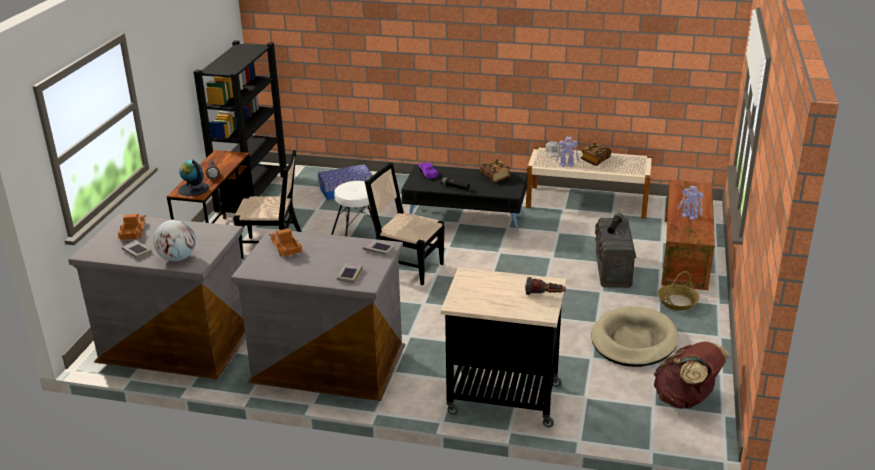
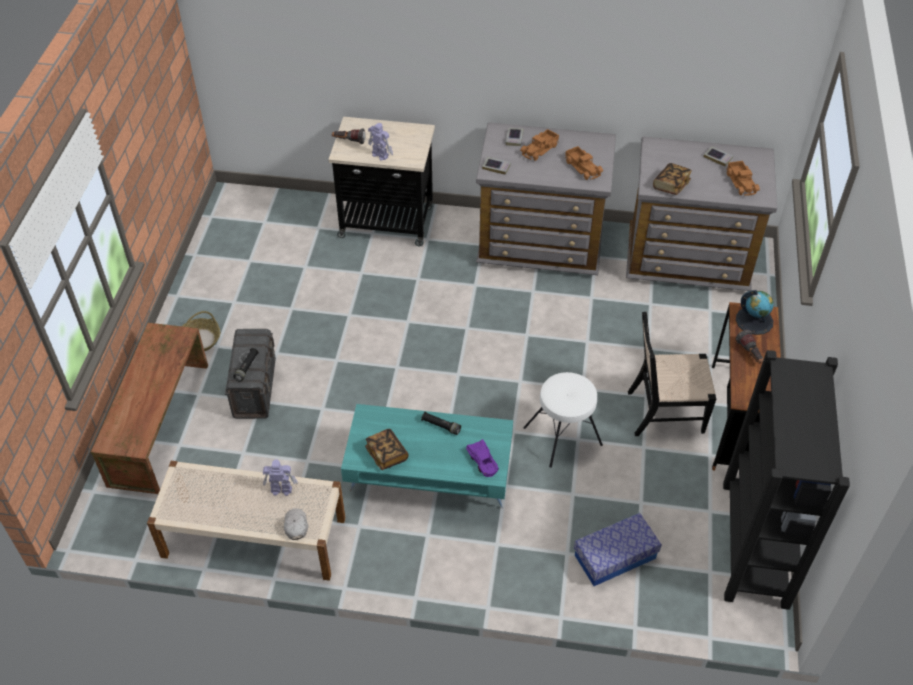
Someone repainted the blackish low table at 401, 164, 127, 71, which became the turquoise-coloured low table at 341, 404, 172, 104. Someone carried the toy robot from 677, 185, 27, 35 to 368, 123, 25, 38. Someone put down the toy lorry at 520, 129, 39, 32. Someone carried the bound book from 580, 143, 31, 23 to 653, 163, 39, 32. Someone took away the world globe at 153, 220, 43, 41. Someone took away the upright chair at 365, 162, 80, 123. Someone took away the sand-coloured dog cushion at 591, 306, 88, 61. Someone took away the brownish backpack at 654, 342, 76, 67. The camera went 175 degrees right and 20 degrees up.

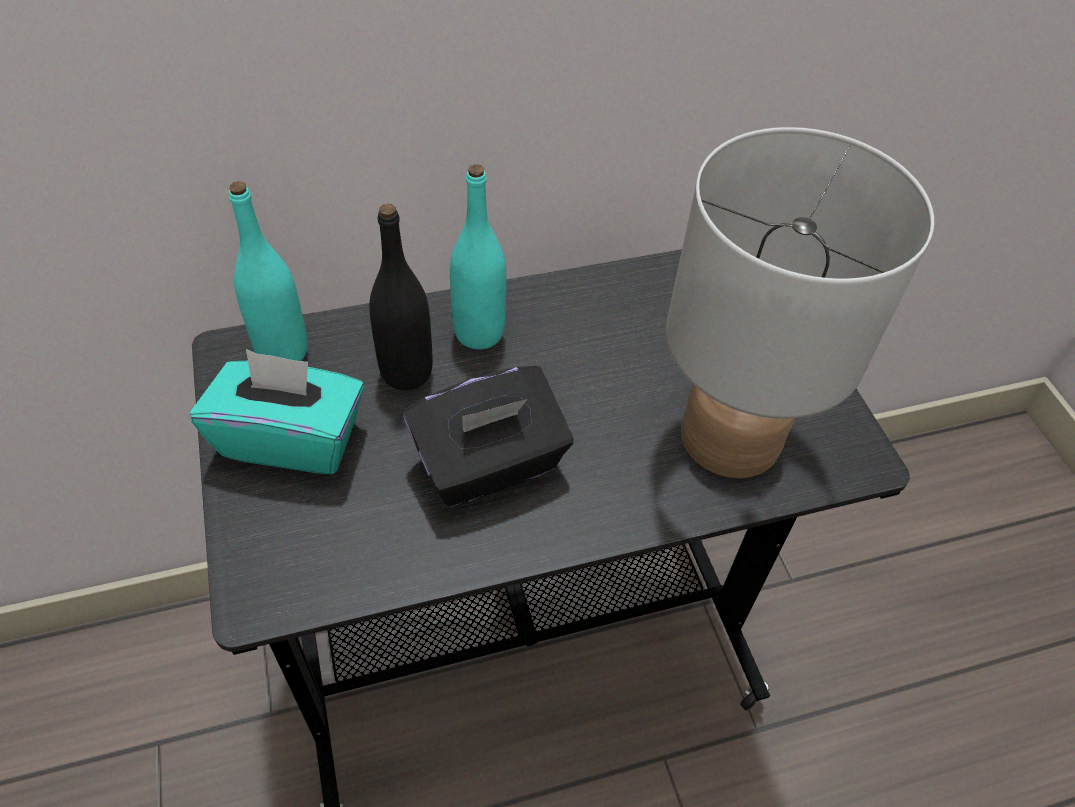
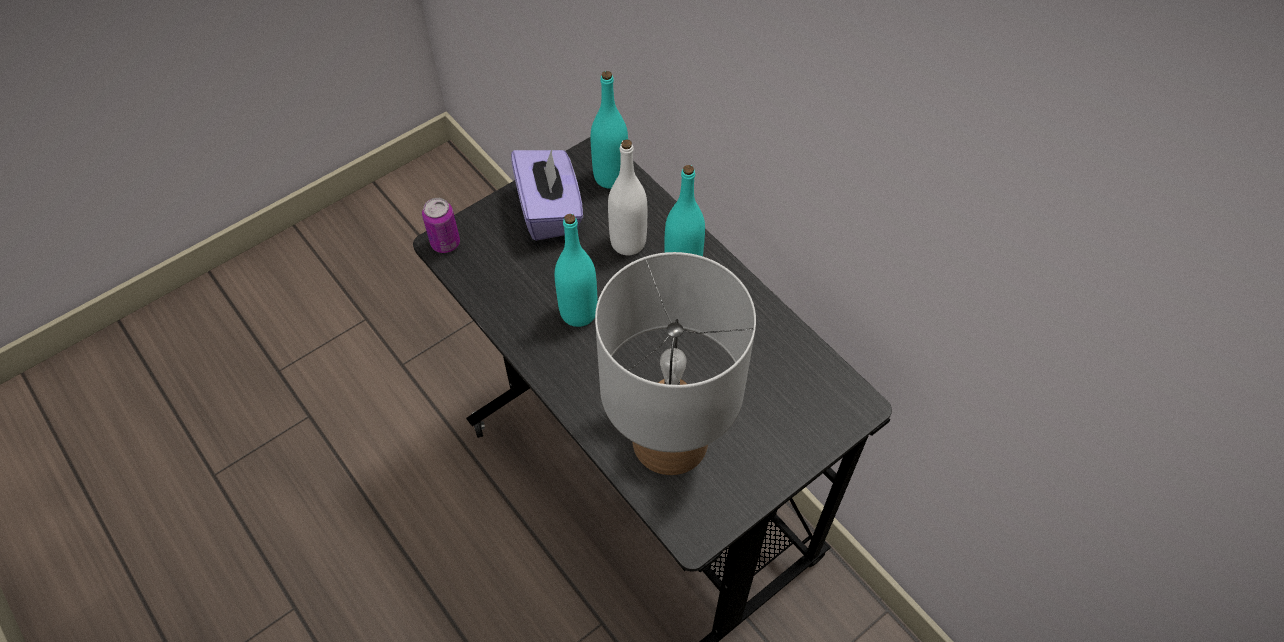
Someone put down the metal can at 422, 198, 38, 55. Someone repainted the turquoise-coloured tissue holder at 190, 349, 174, 125, which became the purple tissue holder at 511, 149, 72, 92. Someone swapped the blackish tissue holder at 403, 366, 170, 141 for the turquoise-coloured beverage bottle at 555, 214, 43, 113. Someone repainted the blackish beverage bottle at 369, 204, 63, 186, which became the whitish beverage bottle at 608, 139, 39, 116. The camera went 70 degrees right and 5 degrees up.

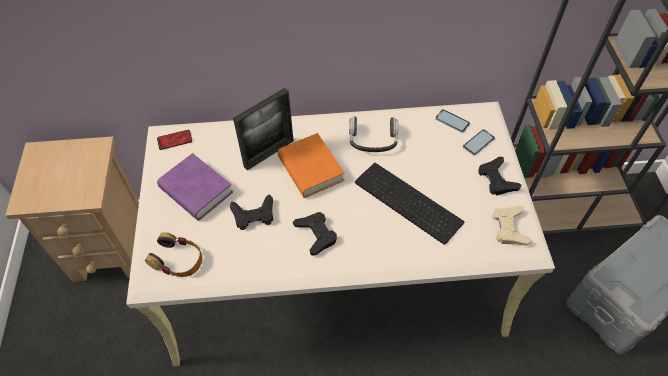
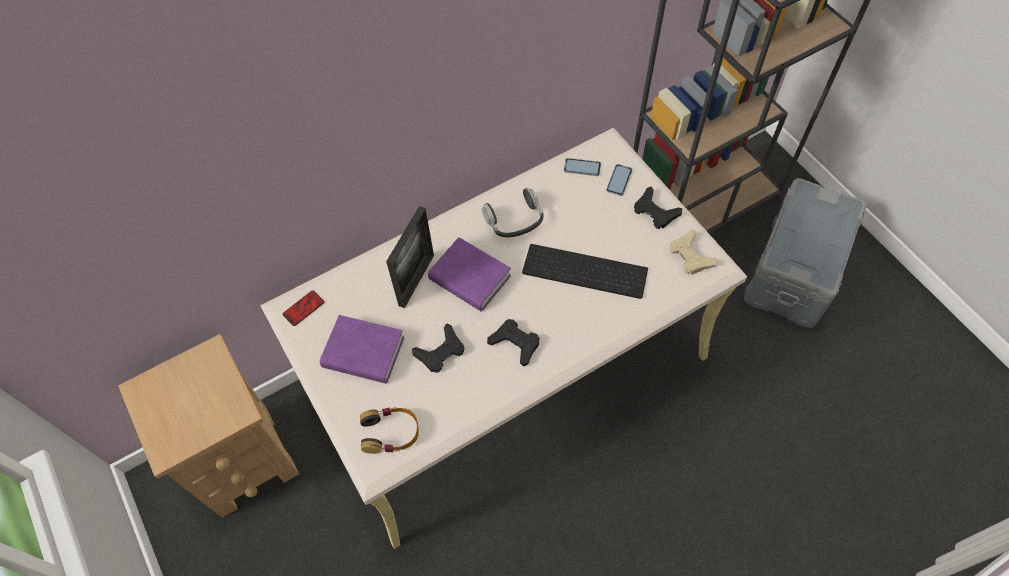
Someone repainted the orange bound book at 278, 133, 67, 65, which became the purple bound book at 428, 237, 83, 74. The camera went 25 degrees left and 5 degrees up.

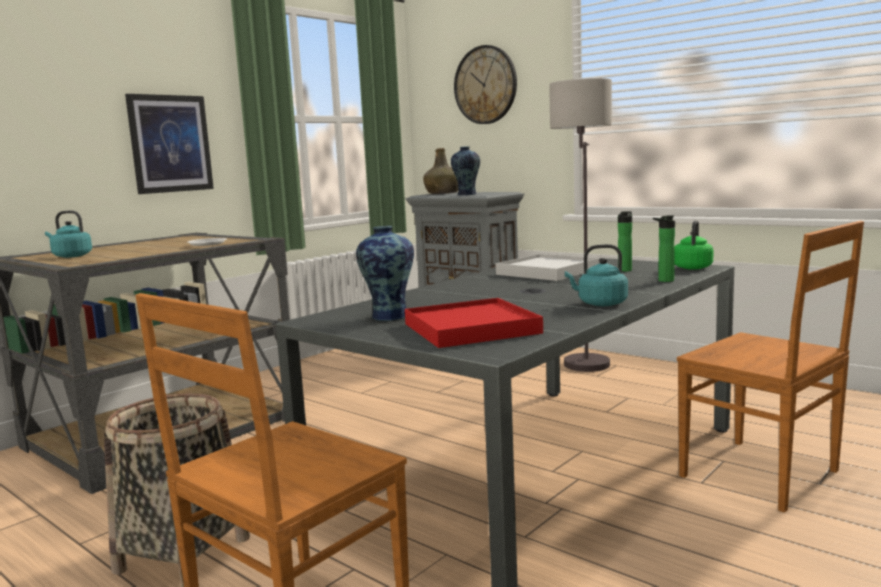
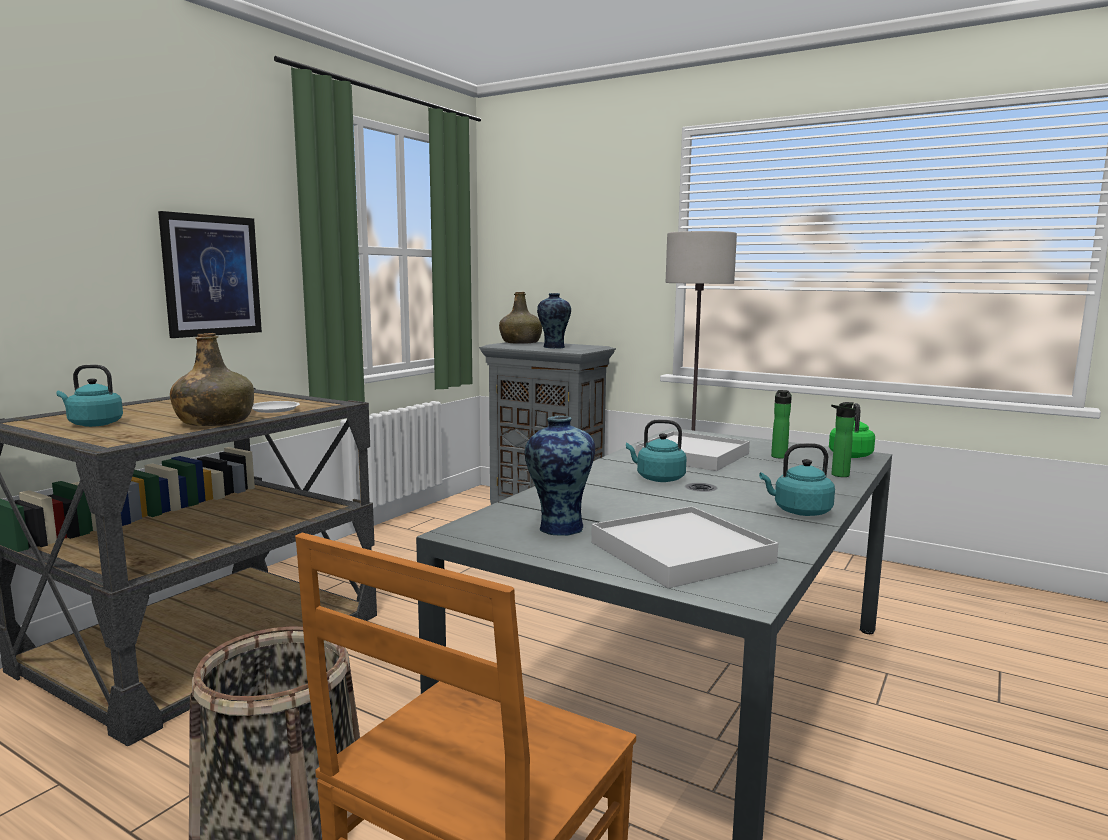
Someone put down the green-coloured beverage bottle at 170, 333, 84, 93. Someone repainted the red-coloured serving tray at 405, 298, 138, 50, which became the whitish serving tray at 591, 506, 187, 83. Someone put down the turquoise-coloured tea kettle at 626, 420, 60, 62. Someone took away the hanging clock at 454, 45, 63, 79. Someone took away the brownish upright chair at 677, 221, 187, 292. The camera went 10 degrees left and 0 degrees up.

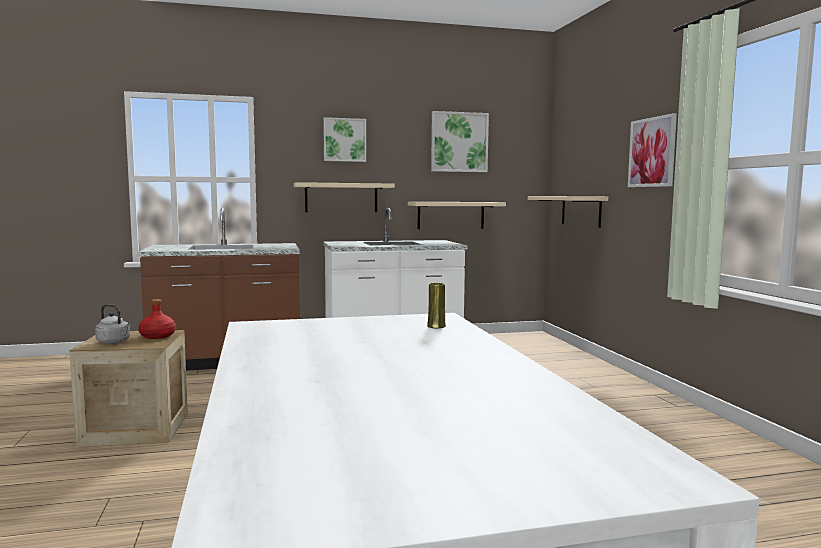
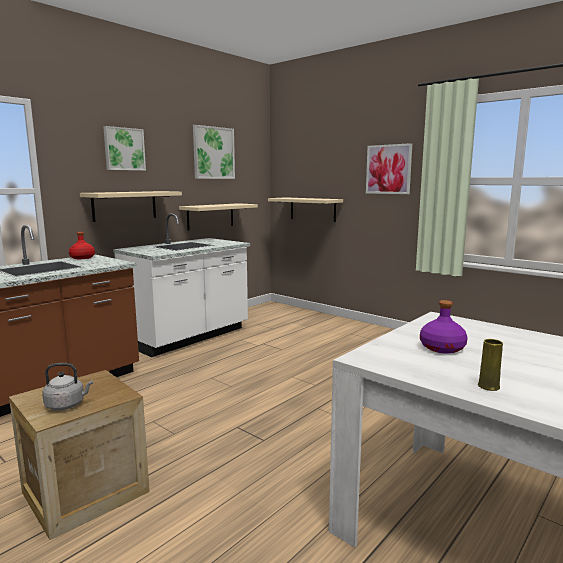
Someone carried the red-coloured beverage bottle from 138, 299, 38, 40 to 69, 232, 26, 27. Someone put down the purple beverage bottle at 420, 300, 48, 54. Someone carried the yellow-coloured decorative vase from 427, 283, 19, 45 to 478, 339, 25, 52. The camera went 35 degrees left and 5 degrees up.

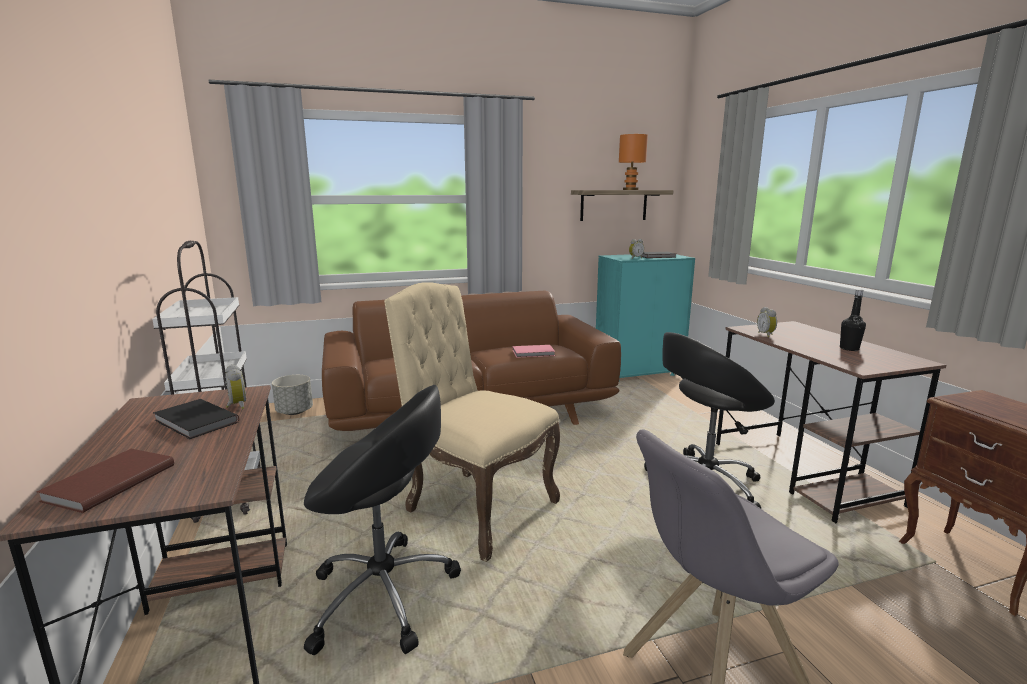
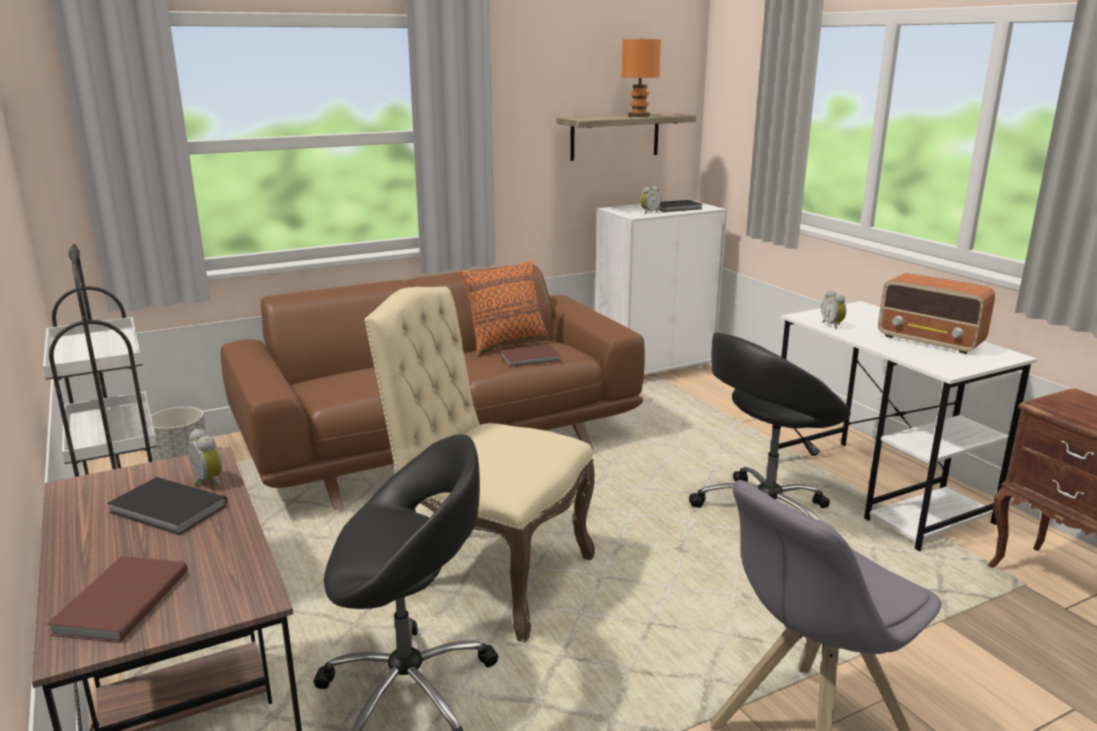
Someone put down the orange throw pillow at 460, 260, 89, 97. Someone repainted the pink bound book at 513, 345, 42, 13, which became the brownish bound book at 500, 345, 61, 22. Someone repainted the turquoise-coloured cabinet at 596, 254, 99, 127, which became the whitish cabinet at 595, 199, 132, 176. Someone repainted the brownish desk unit at 716, 321, 230, 202, which became the whitish desk unit at 778, 301, 259, 250. Someone swapped the blackish beverage bottle at 840, 289, 26, 62 for the radio receiver at 878, 273, 117, 81. The camera went 10 degrees left and 5 degrees up.

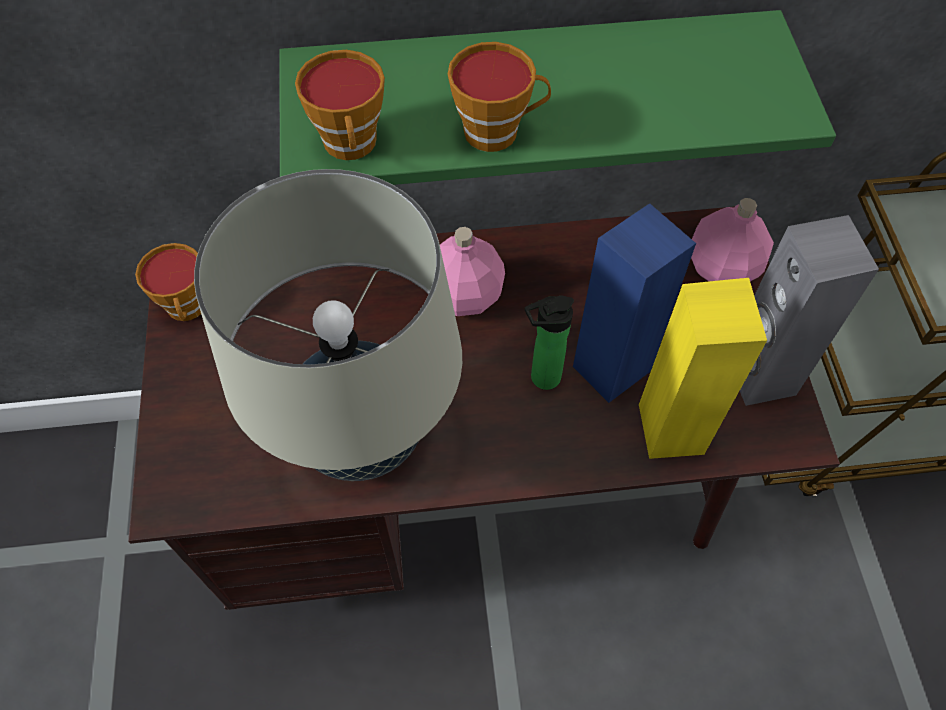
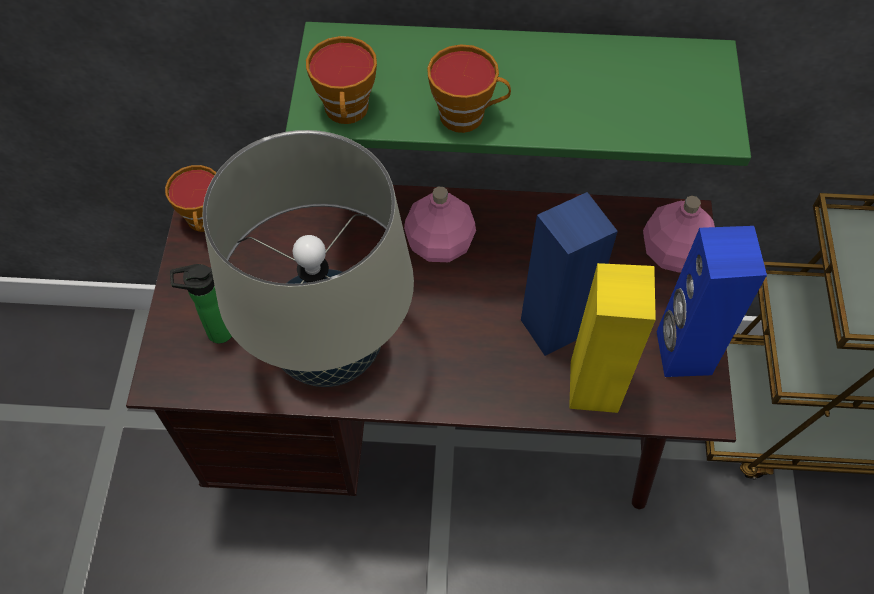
Someone carried the beverage bottle from 525, 296, 49, 94 to 170, 264, 62, 79. Someone repainted the gray speaker at 740, 215, 139, 191, which became the blue speaker at 656, 226, 111, 151. The camera went 10 degrees right and 0 degrees up.

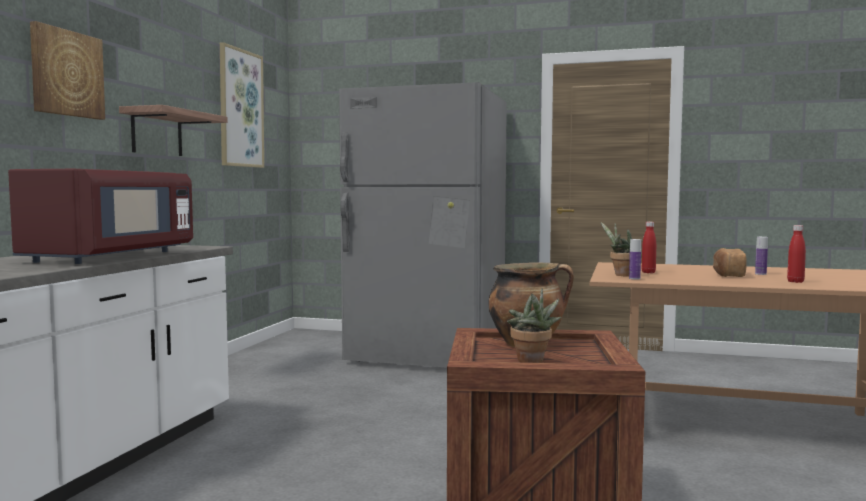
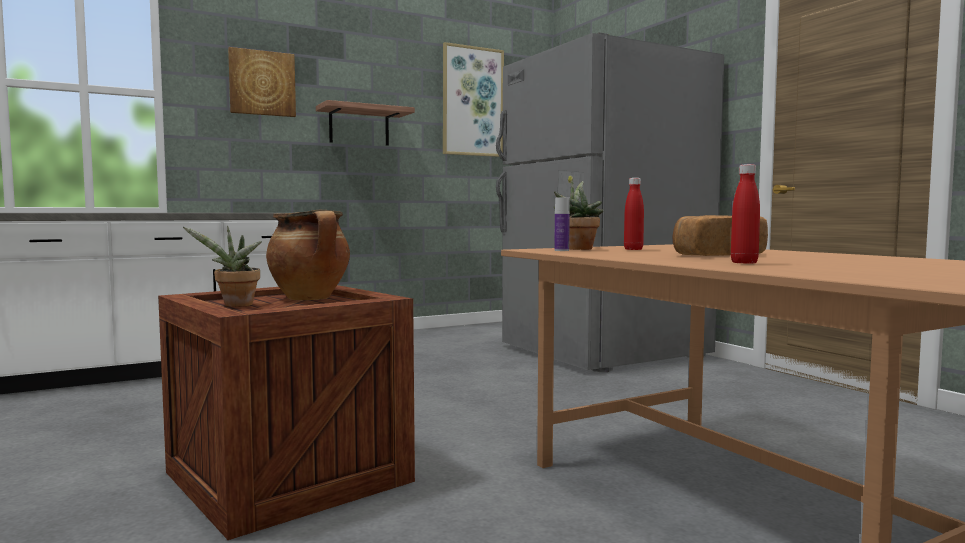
Someone took away the red-coloured kitchen microwave at 8, 169, 185, 95. Someone took away the beverage bottle at 755, 237, 13, 38. The camera went 45 degrees right and 0 degrees up.

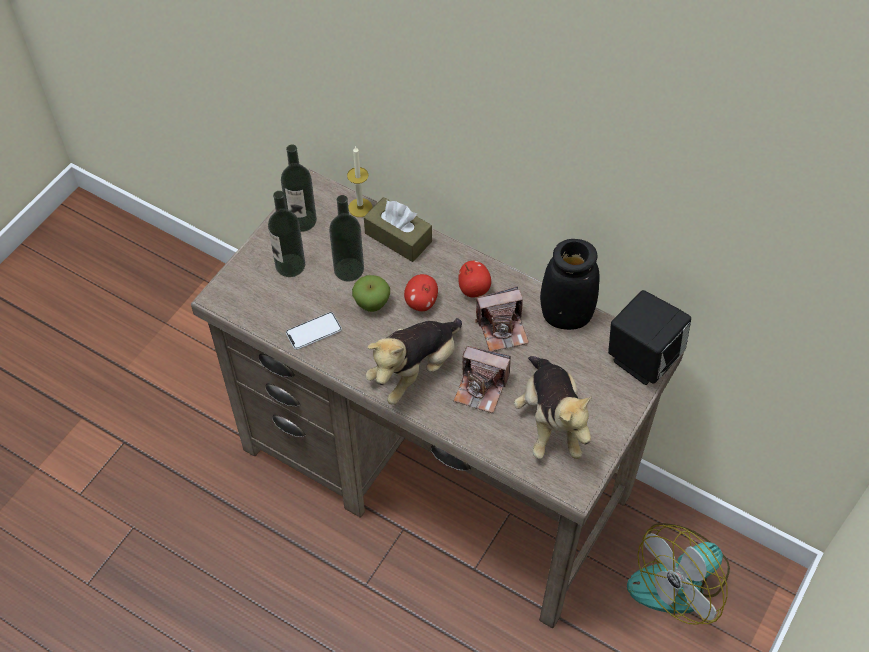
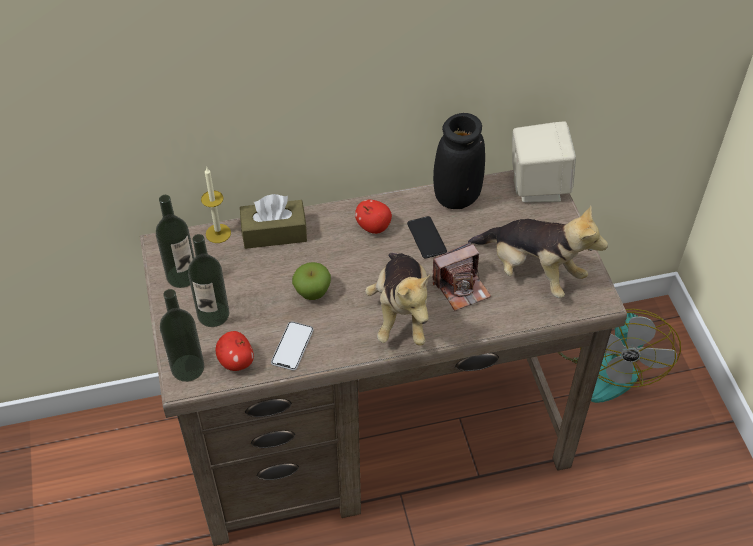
Someone carried the beverage bottle from 329, 195, 35, 87 to 160, 289, 44, 93. Someone carried the apple from 404, 274, 34, 37 to 216, 331, 38, 40. Someone swapped the photo camera at 475, 286, 54, 65 for the handset at 407, 216, 40, 42. Someone repainted the blackish speaker at 608, 290, 83, 95, which became the sand-coloured speaker at 512, 121, 64, 82. The camera went 45 degrees left and 5 degrees down.

